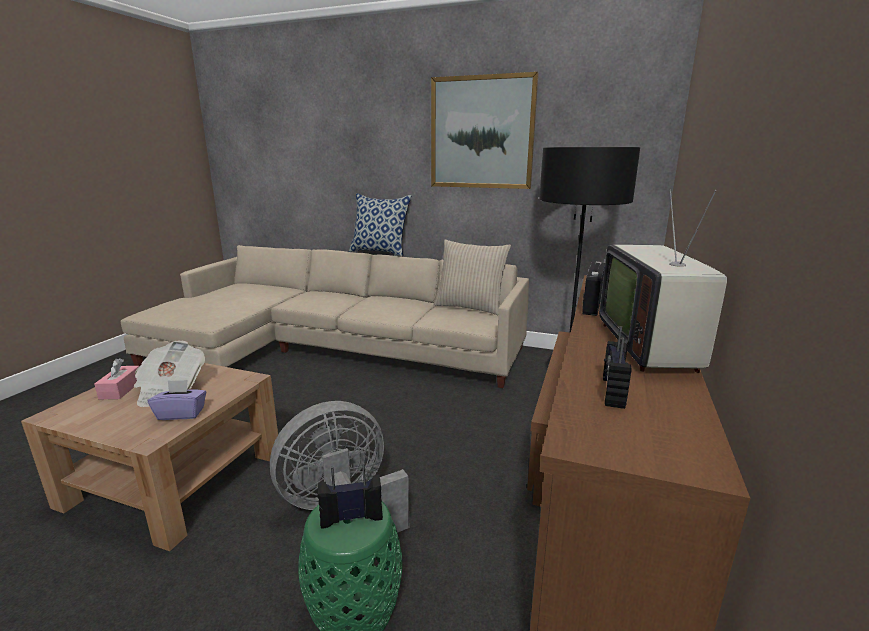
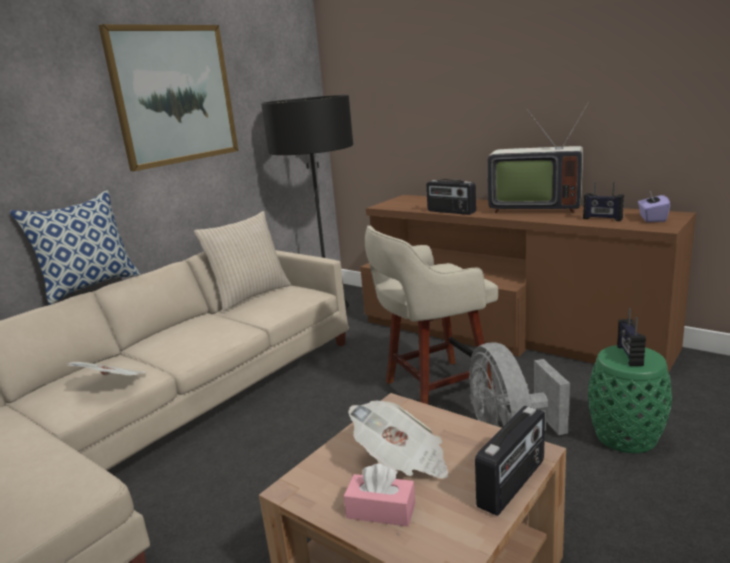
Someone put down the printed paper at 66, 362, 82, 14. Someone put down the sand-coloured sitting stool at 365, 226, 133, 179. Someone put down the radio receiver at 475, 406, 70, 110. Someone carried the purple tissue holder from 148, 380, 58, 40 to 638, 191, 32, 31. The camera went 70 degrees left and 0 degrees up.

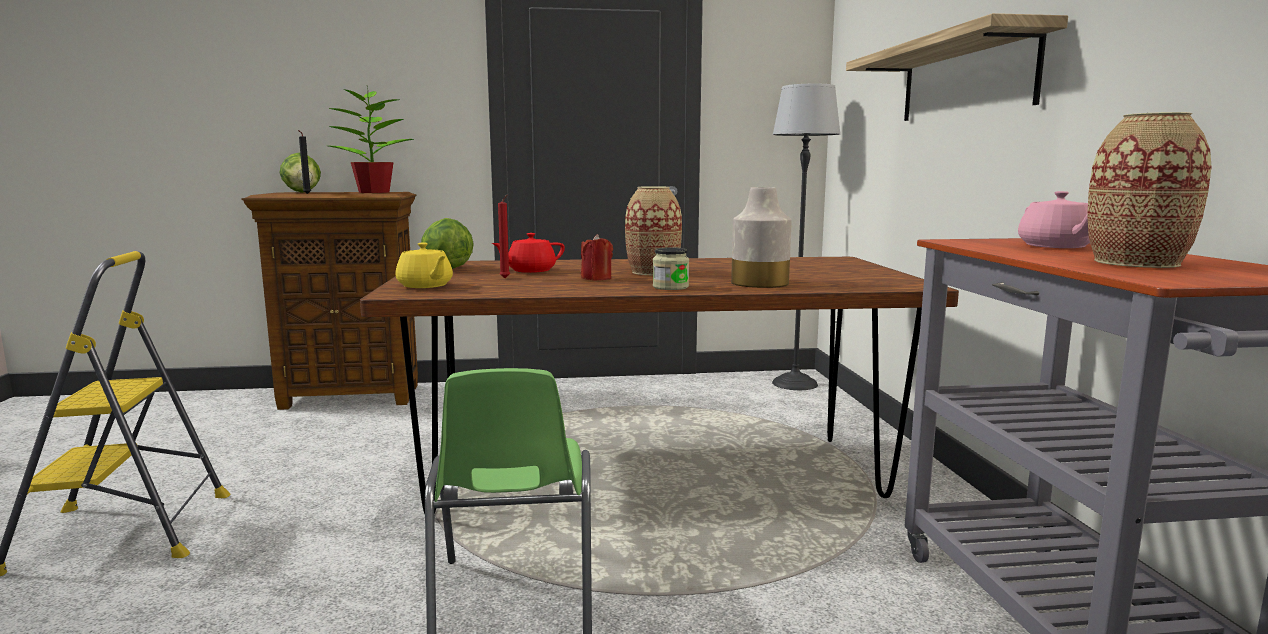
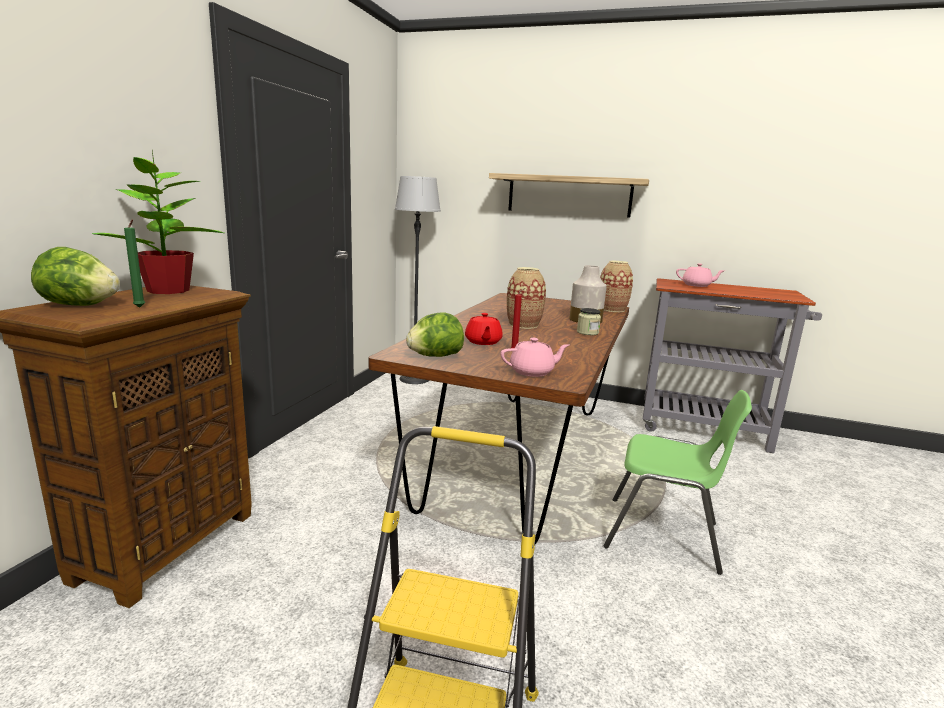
Someone repainted the blackish wax candle at 298, 130, 13, 64, which became the green-coloured wax candle at 124, 219, 21, 88. Someone repainted the yellow-coloured pot for tea at 396, 243, 57, 45, which became the pink pot for tea at 500, 338, 69, 39. Someone carried the decorative vase from 1087, 112, 125, 156 to 600, 261, 33, 51. Someone took away the red-coloured wax candle at 581, 234, 32, 46. The camera went 65 degrees left and 5 degrees up.

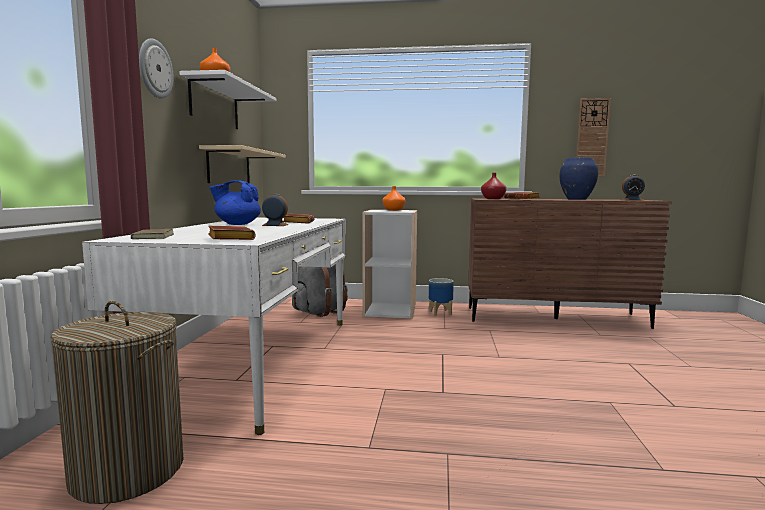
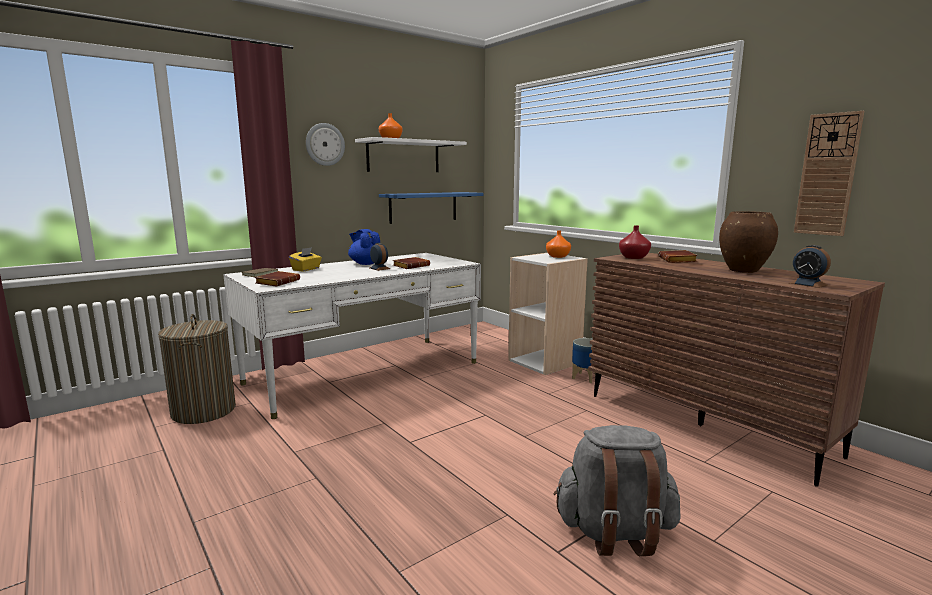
Someone put down the yellow-coloured tissue holder at 289, 247, 33, 24. Someone repainted the sand-coloured shelf at 199, 145, 87, 38, which became the blue shelf at 379, 192, 105, 32. Someone carried the gray backpack from 292, 264, 56, 53 to 554, 425, 127, 131. Someone repainted the blue decorative vase at 559, 157, 39, 43, which became the brownish decorative vase at 719, 211, 59, 62. The camera went 45 degrees right and 5 degrees up.

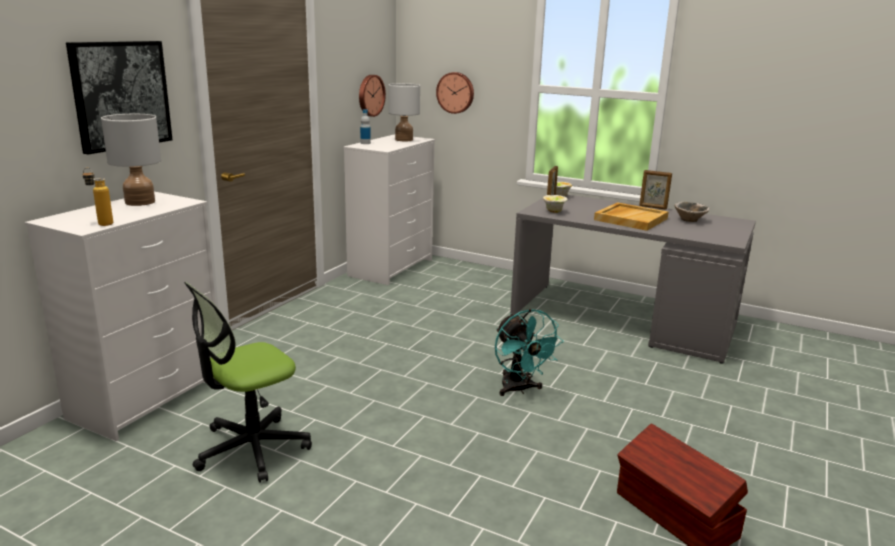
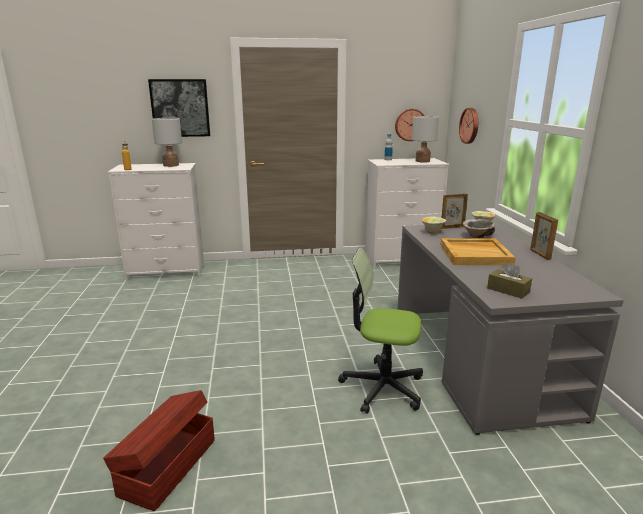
Someone carried the computer chair from 184, 282, 128, 201 to 338, 247, 85, 167. Someone carried the serving bowl from 674, 202, 36, 20 to 463, 219, 32, 19. Someone put down the brownish tissue holder at 487, 262, 45, 37. Someone took away the turquoise-coloured fan at 495, 309, 69, 87. The camera went 55 degrees right and 0 degrees up.

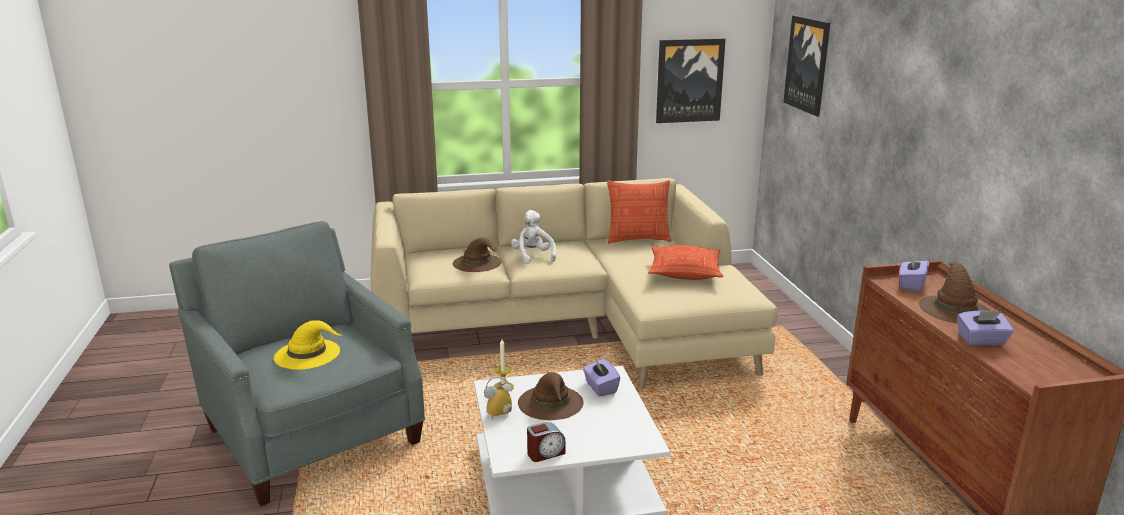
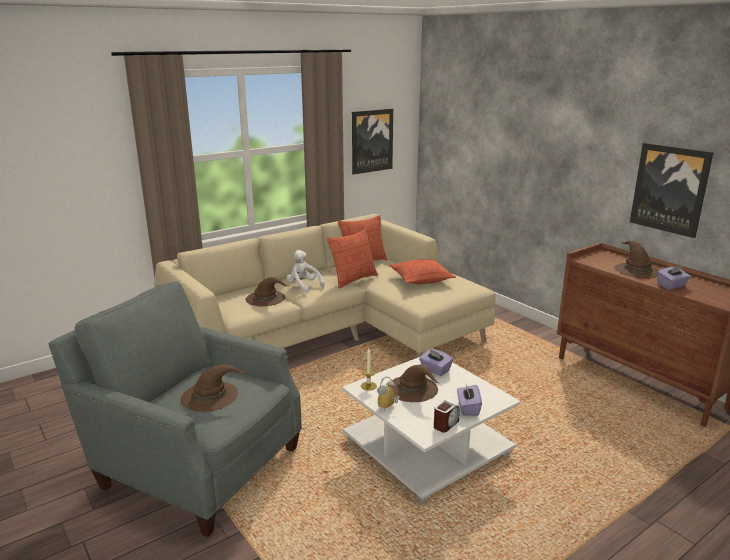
Someone repainted the yellow-coloured wearable hat at 274, 320, 68, 50, which became the brownish wearable hat at 181, 364, 67, 48. Someone put down the orange throw pillow at 327, 228, 51, 61. Someone carried the purple tissue holder from 899, 254, 30, 38 to 457, 384, 25, 32. Someone carried the picture from 784, 15, 46, 102 to 630, 143, 84, 95. The camera went 25 degrees left and 0 degrees up.

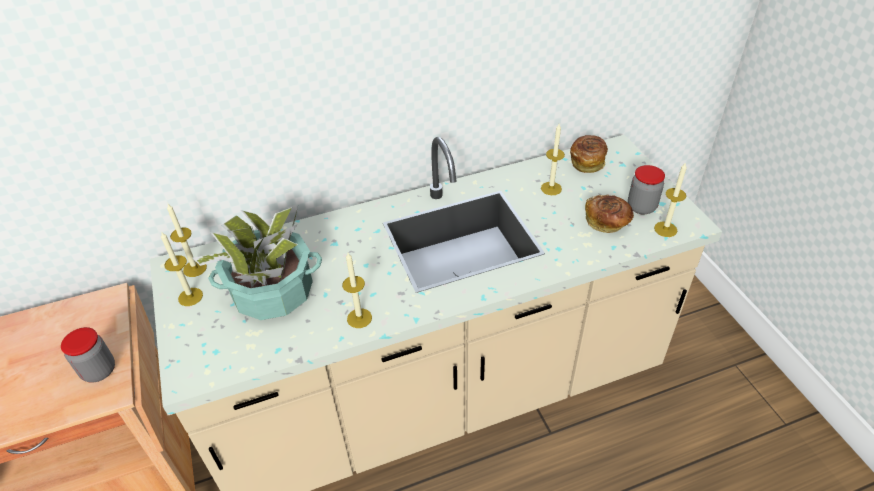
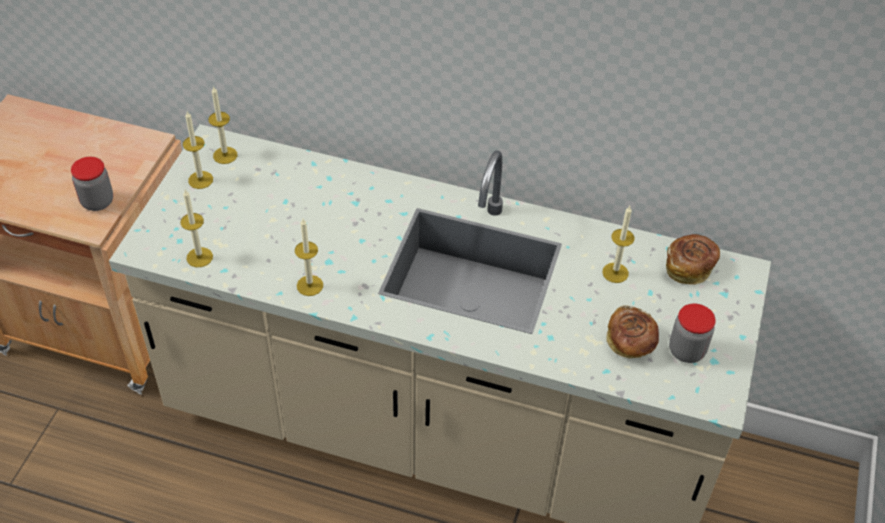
Someone carried the wax candle from 654, 162, 33, 75 to 180, 190, 33, 77. Someone took away the potted plant at 193, 207, 129, 113. The camera went 35 degrees right and 5 degrees up.

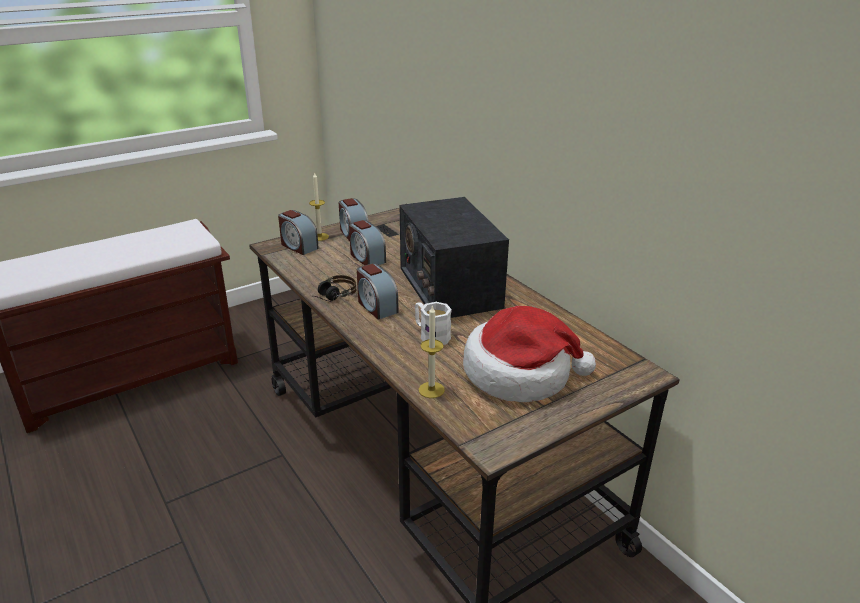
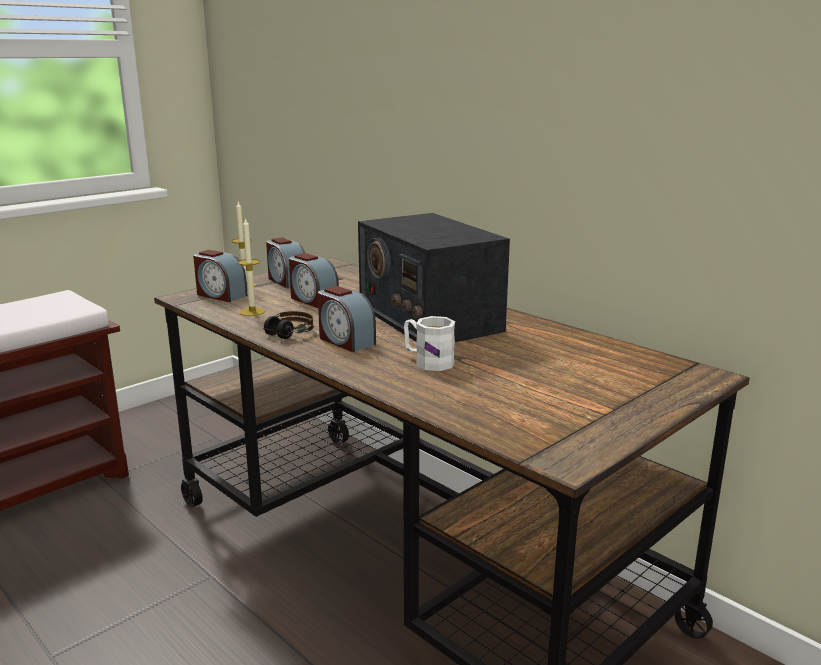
Someone carried the wax candle from 419, 306, 26, 92 to 238, 217, 27, 99. Someone took away the wearable hat at 463, 306, 133, 96. The camera went 10 degrees left and 10 degrees down.

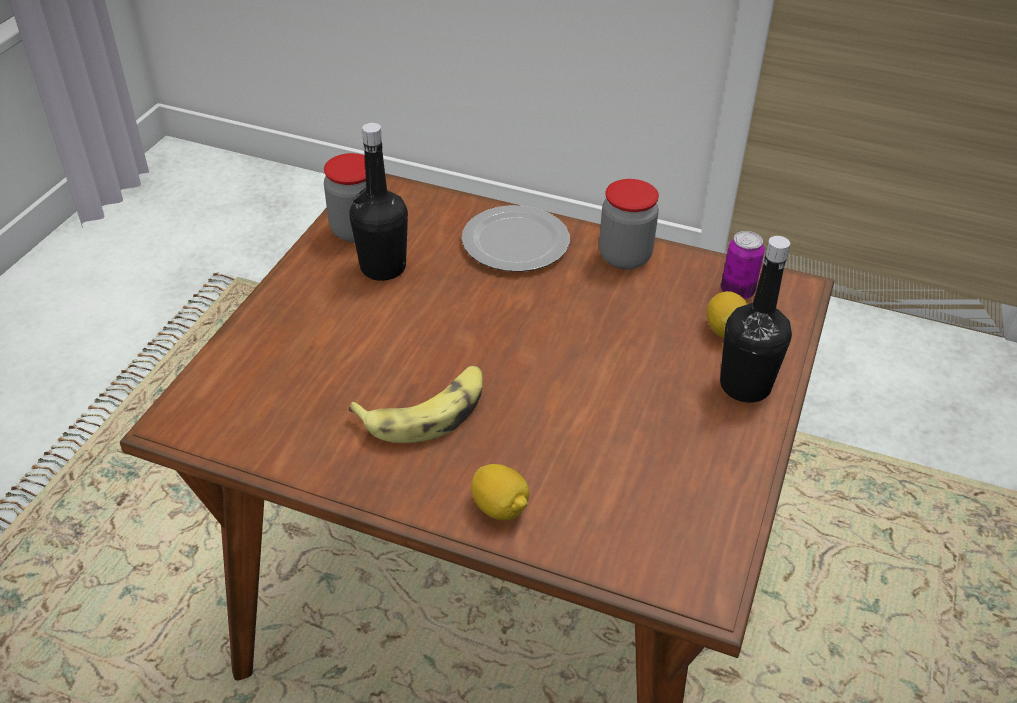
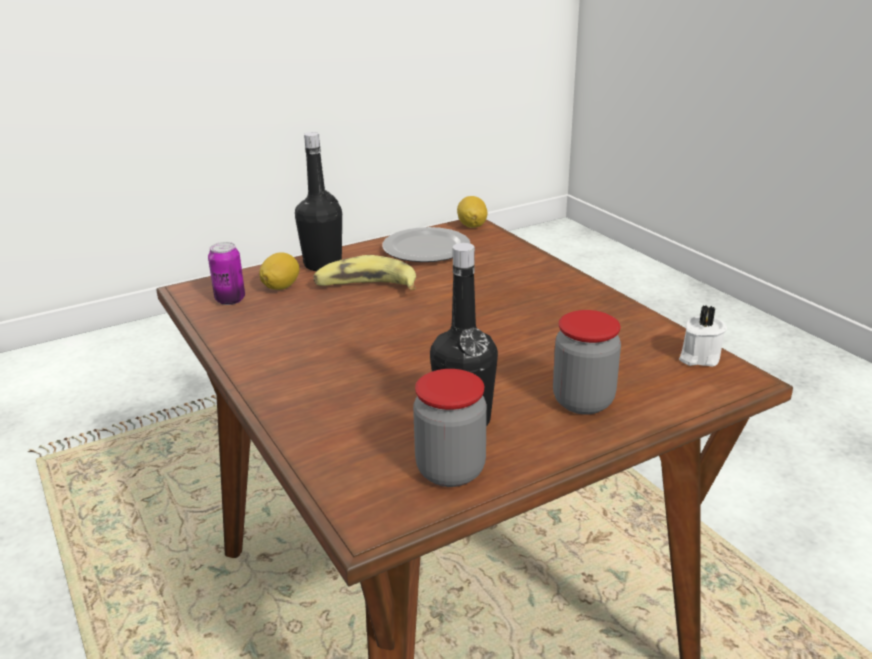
Someone carried the banana fruit from 349, 366, 134, 77 to 313, 255, 103, 35. Someone carried the dinner plate from 462, 205, 108, 67 to 382, 227, 89, 35. Someone carried the lemon from 471, 464, 58, 56 to 457, 196, 30, 32. Someone carried the preserve jar from 599, 179, 60, 91 to 553, 310, 68, 105. Someone put down the whitish wax candle at 679, 305, 48, 62. The camera went 140 degrees left and 15 degrees down.

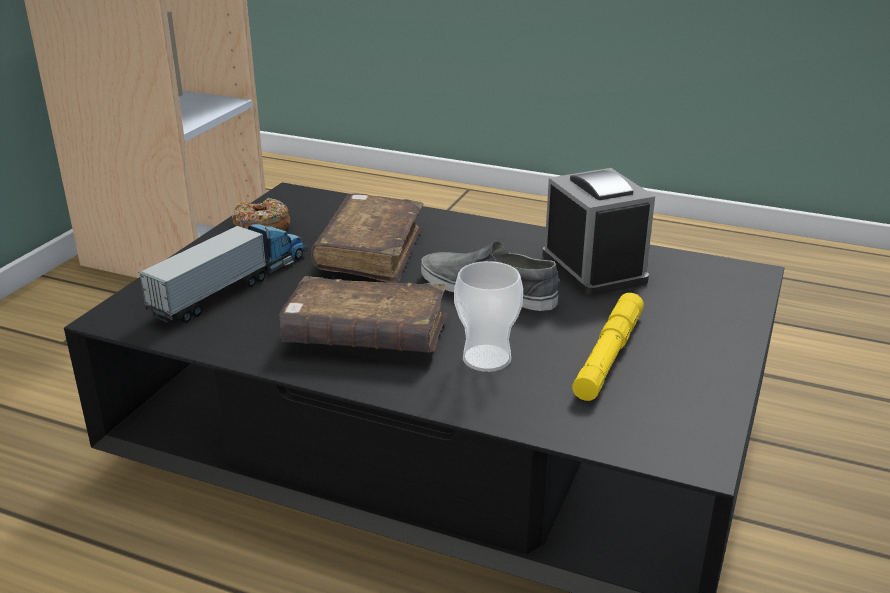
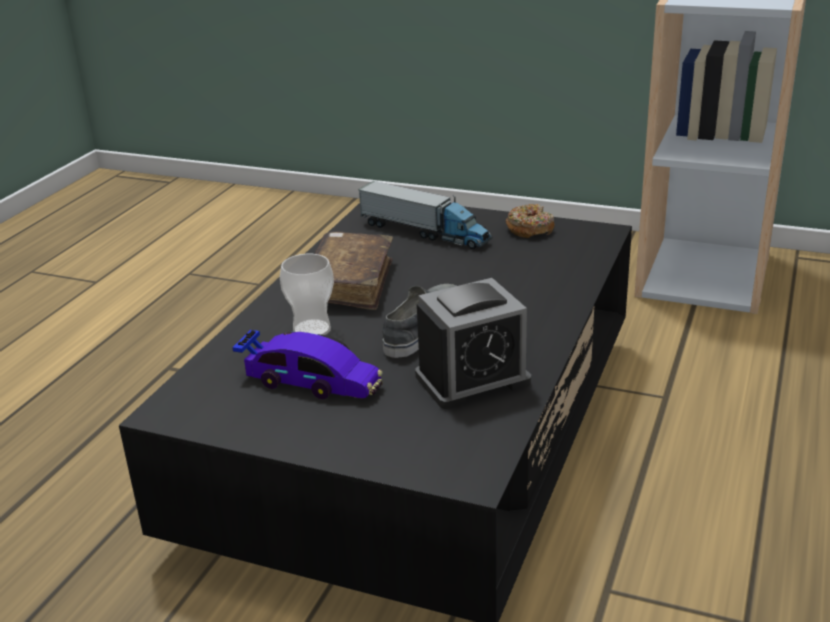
Someone swapped the yellow-coloured flashlight at 572, 293, 72, 108 for the toy car at 232, 330, 151, 69. Someone took away the brownish bound book at 311, 193, 112, 90. The camera went 90 degrees right and 0 degrees up.

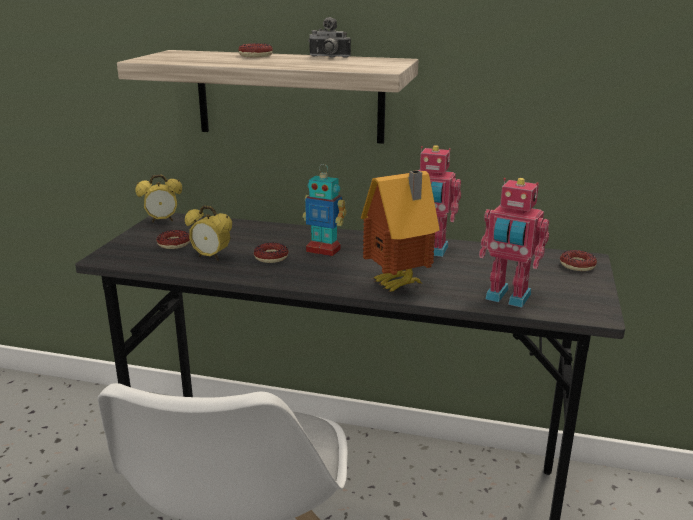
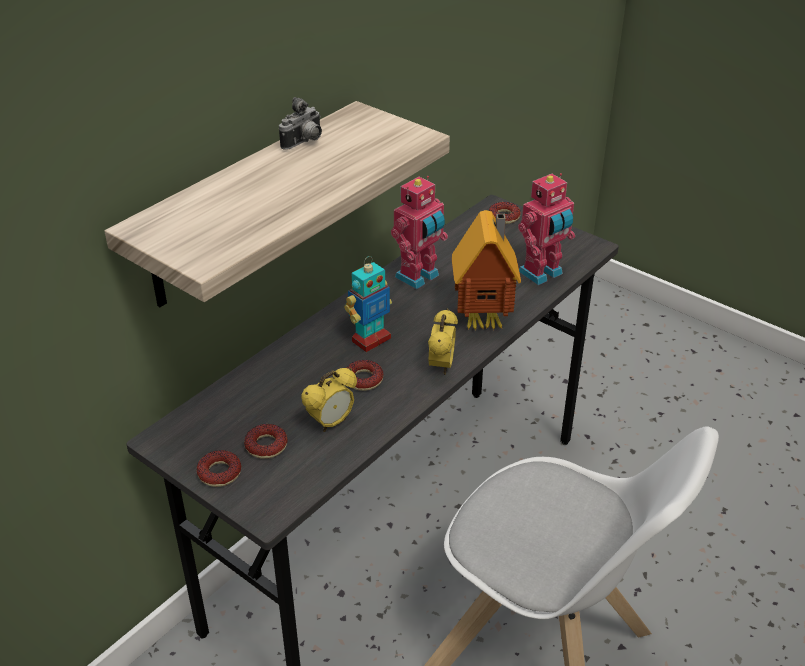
Someone carried the doughnut from 239, 43, 34, 15 to 197, 450, 44, 37. Someone carried the alarm clock from 135, 174, 47, 49 to 428, 309, 30, 66. The camera went 65 degrees left and 15 degrees up.

